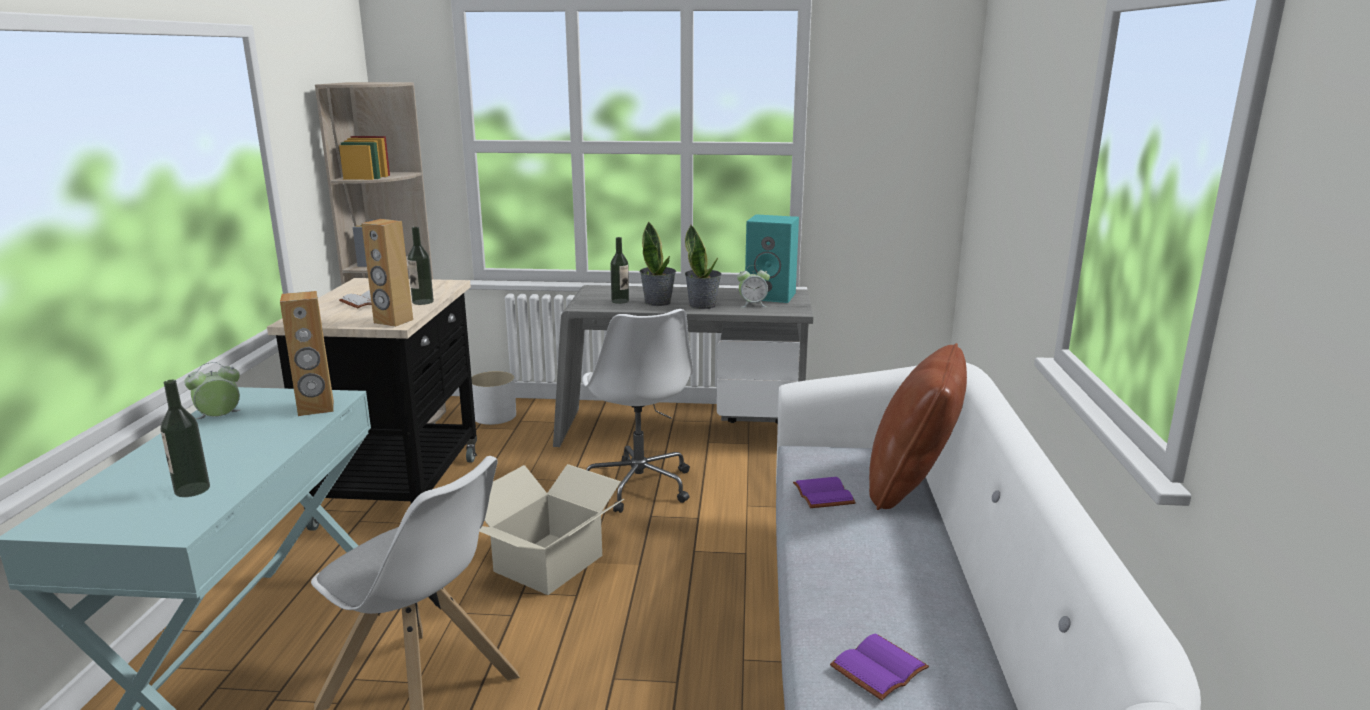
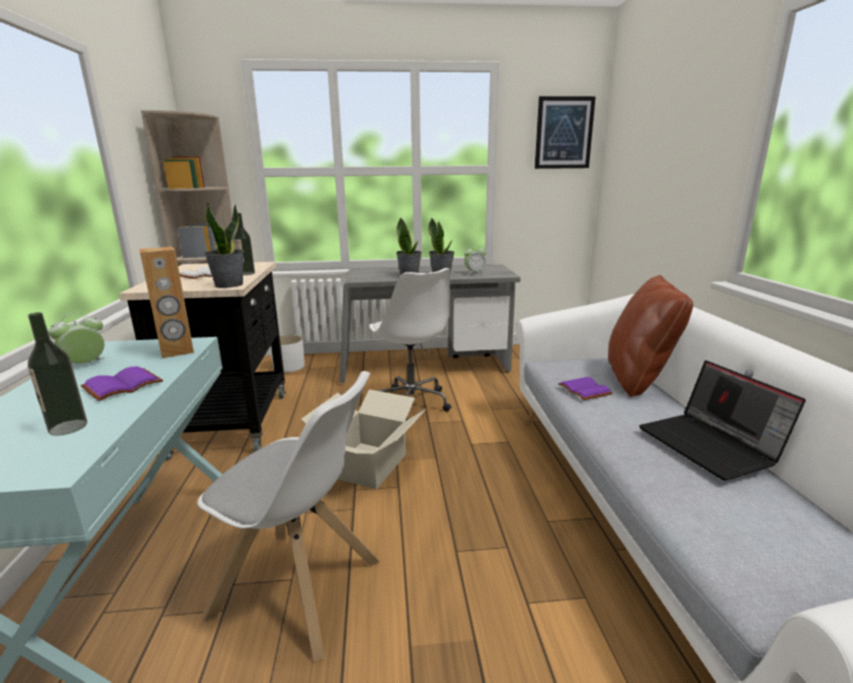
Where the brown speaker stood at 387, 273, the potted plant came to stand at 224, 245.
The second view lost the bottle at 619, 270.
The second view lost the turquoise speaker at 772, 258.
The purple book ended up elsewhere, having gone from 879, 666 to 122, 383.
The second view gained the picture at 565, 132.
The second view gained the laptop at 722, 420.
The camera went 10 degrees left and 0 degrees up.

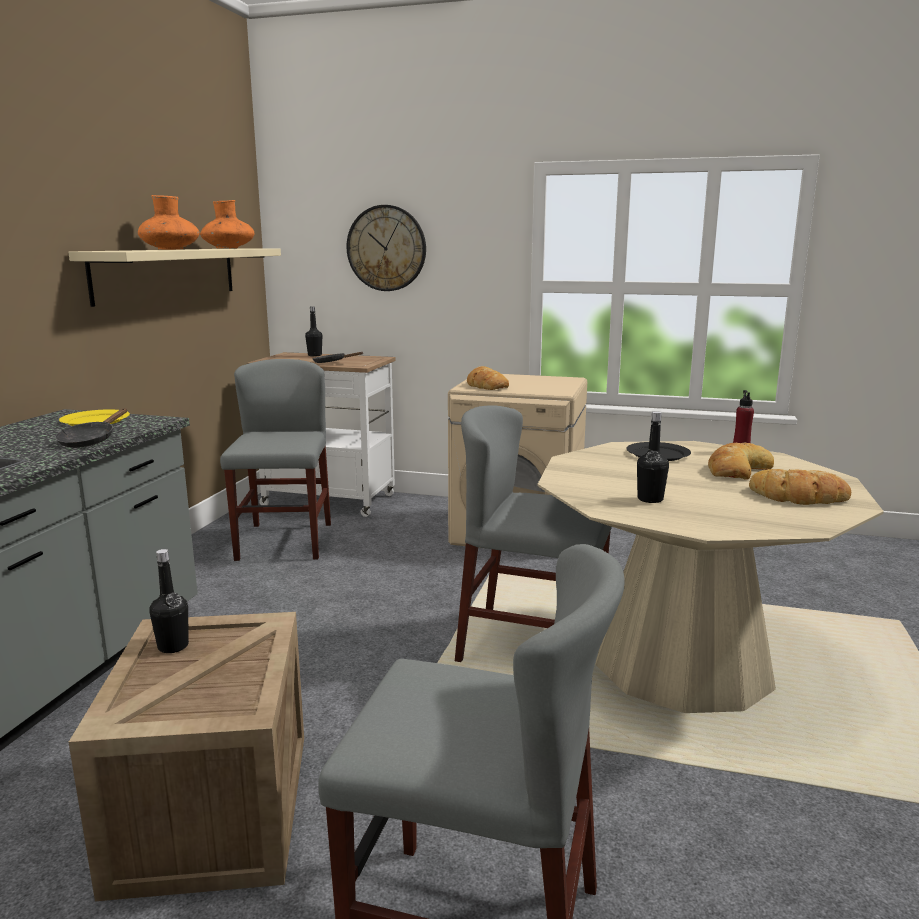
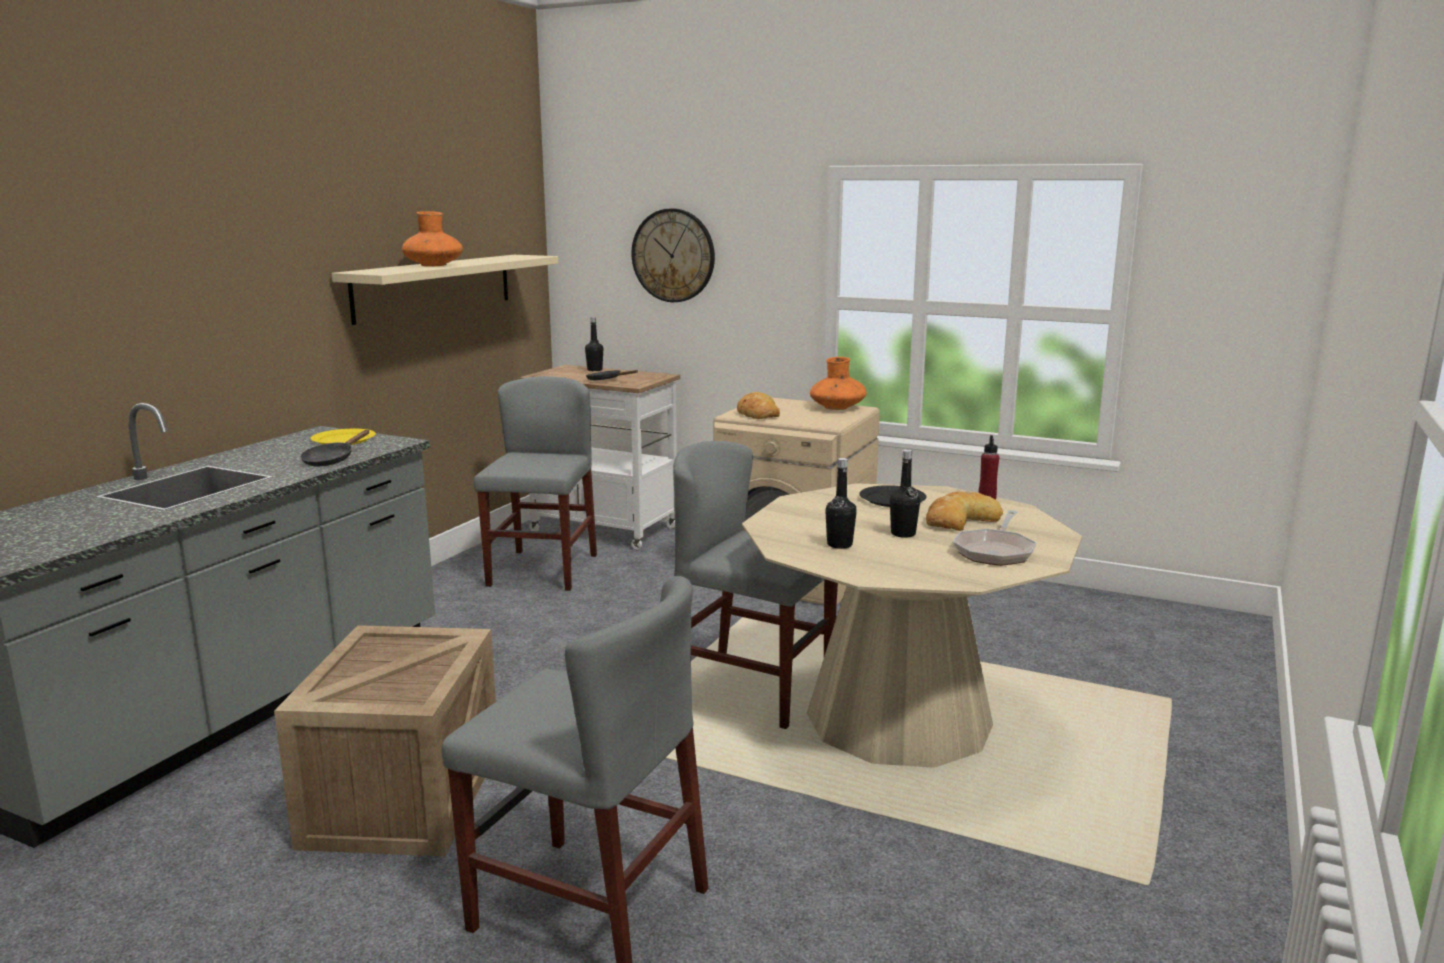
The black bottle ended up elsewhere, having gone from 169, 601 to 905, 494.
The orange vase ended up elsewhere, having gone from 227, 224 to 838, 383.
Where the bread stood at 800, 487, the frying pan came to stand at 994, 538.
The camera went 10 degrees right and 0 degrees up.

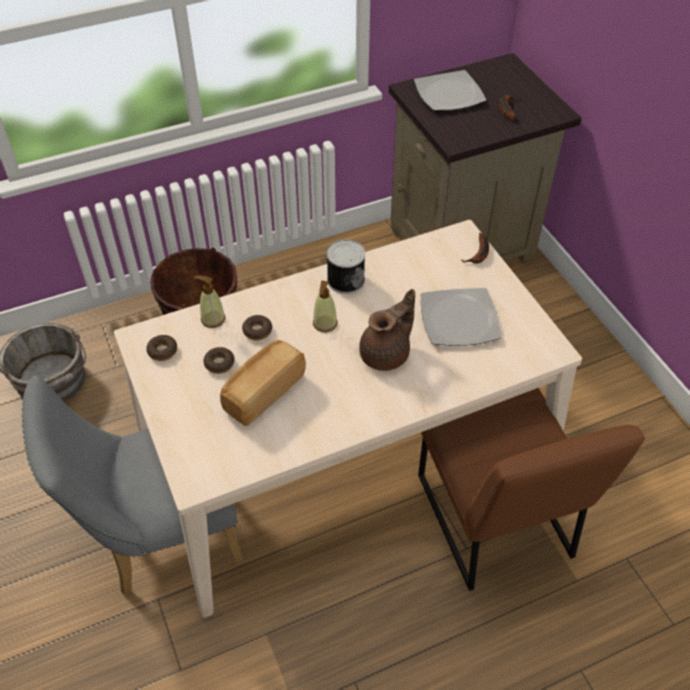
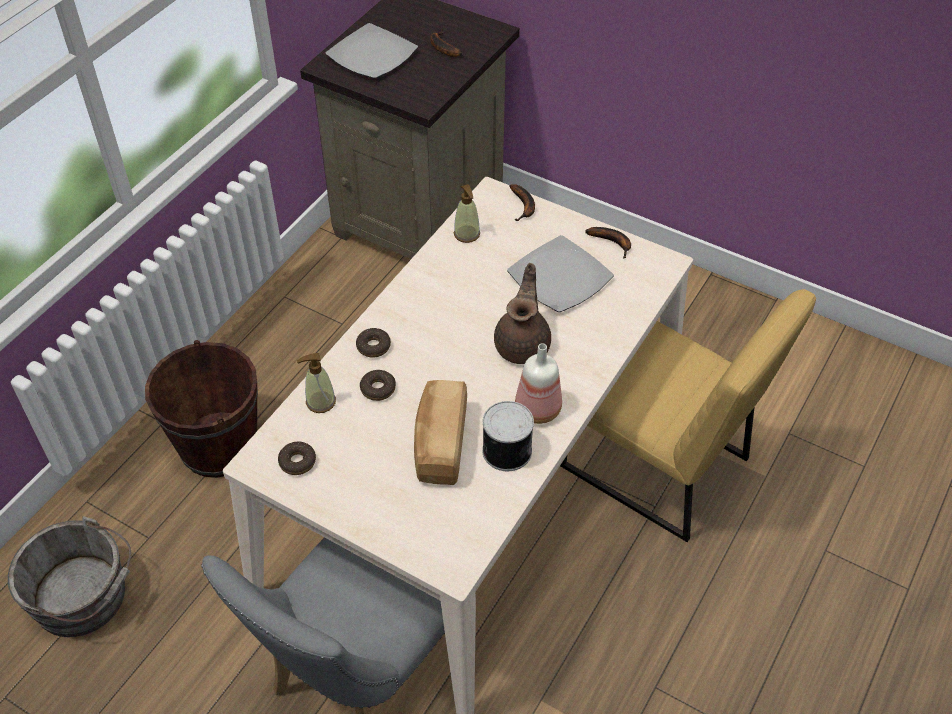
The donut ended up elsewhere, having gone from 219, 360 to 373, 343.
The soap dispenser ended up elsewhere, having gone from 325, 306 to 467, 213.
The can ended up elsewhere, having gone from 346, 267 to 508, 436.
What was the brown chair at 531, 489 turned into the yellow chair at 688, 415.
The second view gained the bottle at 538, 383.
The second view gained the banana at 608, 243.
The camera went 35 degrees left and 0 degrees up.

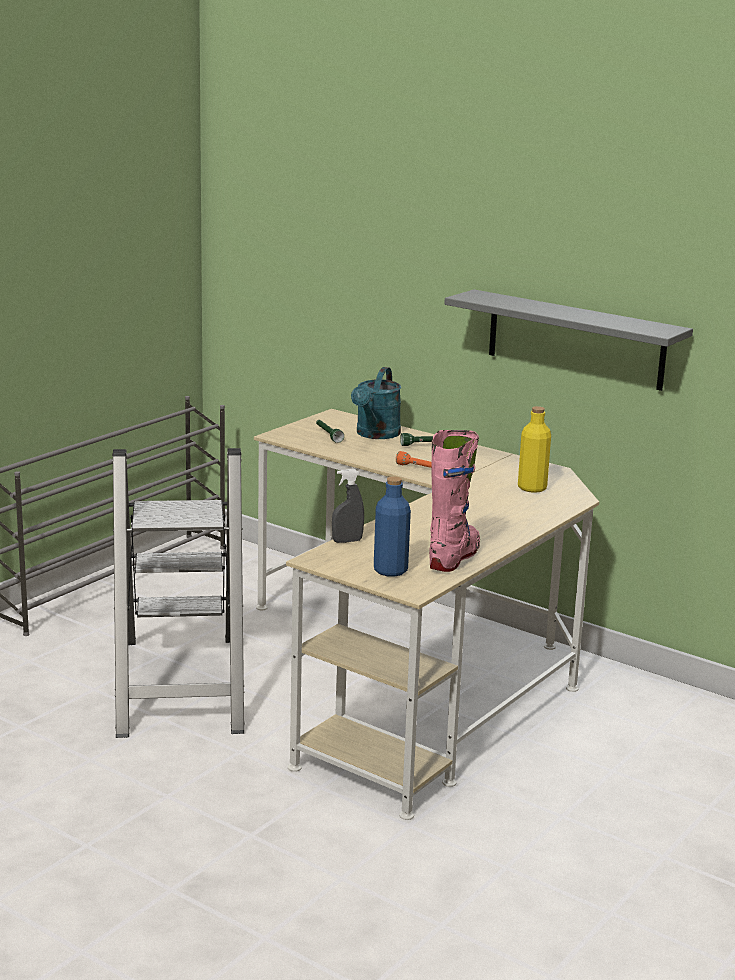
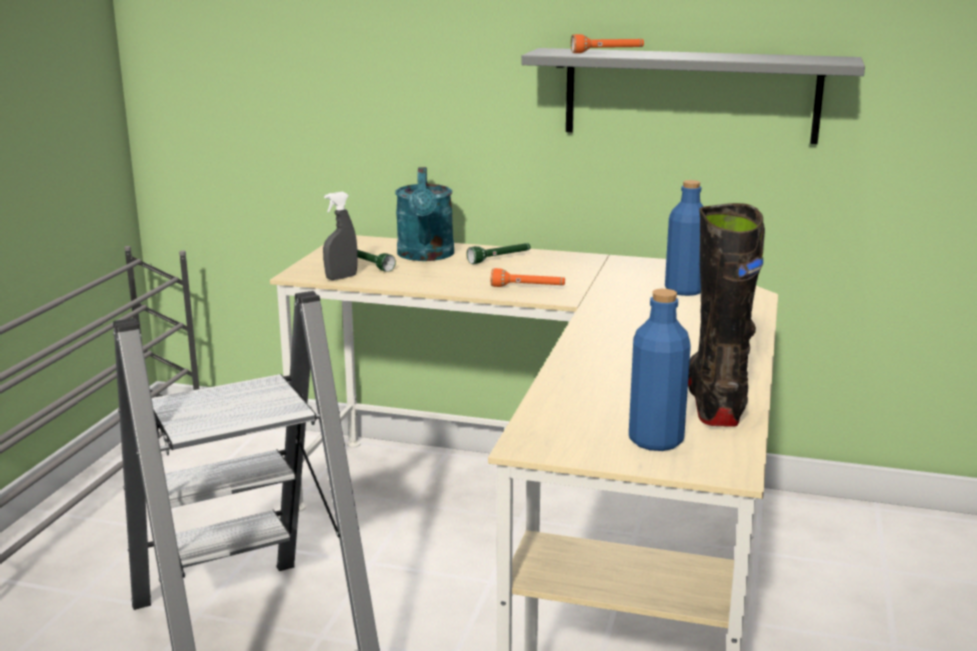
The grey spray bottle ended up elsewhere, having gone from 348, 506 to 340, 236.
What was the pink boot at 454, 501 turned into the black boot at 726, 315.
What was the yellow bottle at 534, 449 turned into the blue bottle at 684, 238.
The second view gained the orange flashlight at 607, 43.
The camera went 20 degrees left and 0 degrees up.

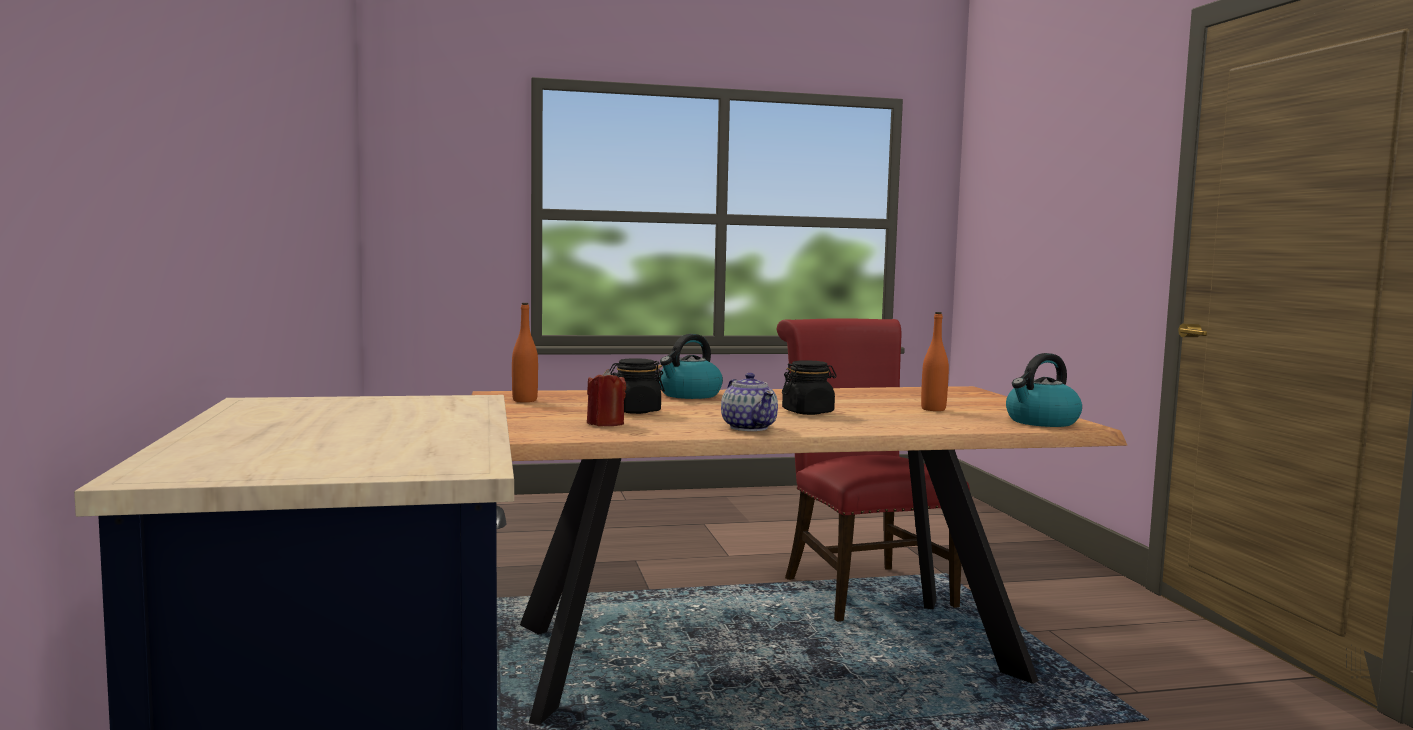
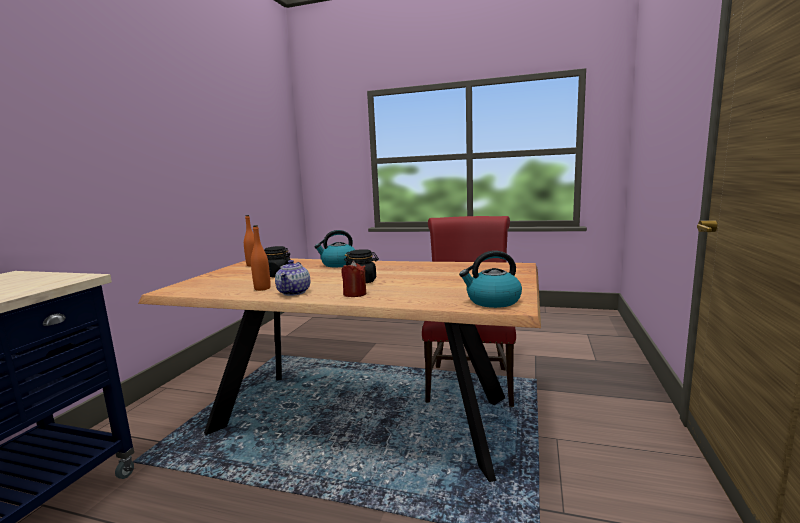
The red candle ended up elsewhere, having gone from 606, 397 to 353, 279.
The orange bottle ended up elsewhere, having gone from 935, 361 to 261, 258.
The camera went 30 degrees right and 5 degrees up.

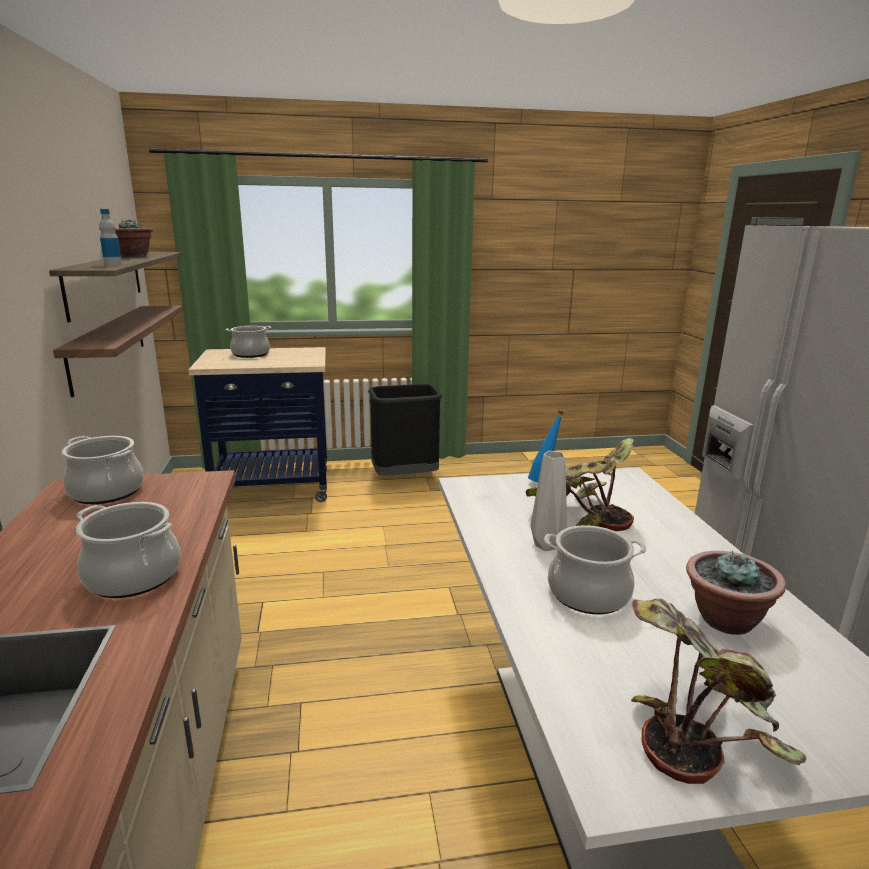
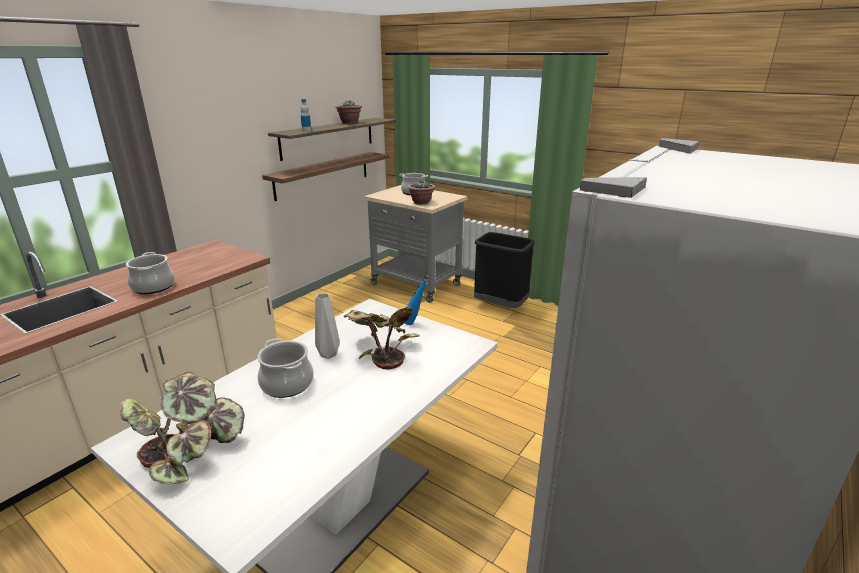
The second view lost the cooking pot at 103, 470.
What was the blue cart at 257, 424 turned into the grey cart at 415, 244.
The potted plant ended up elsewhere, having gone from 736, 593 to 421, 192.
The camera went 45 degrees right and 5 degrees up.

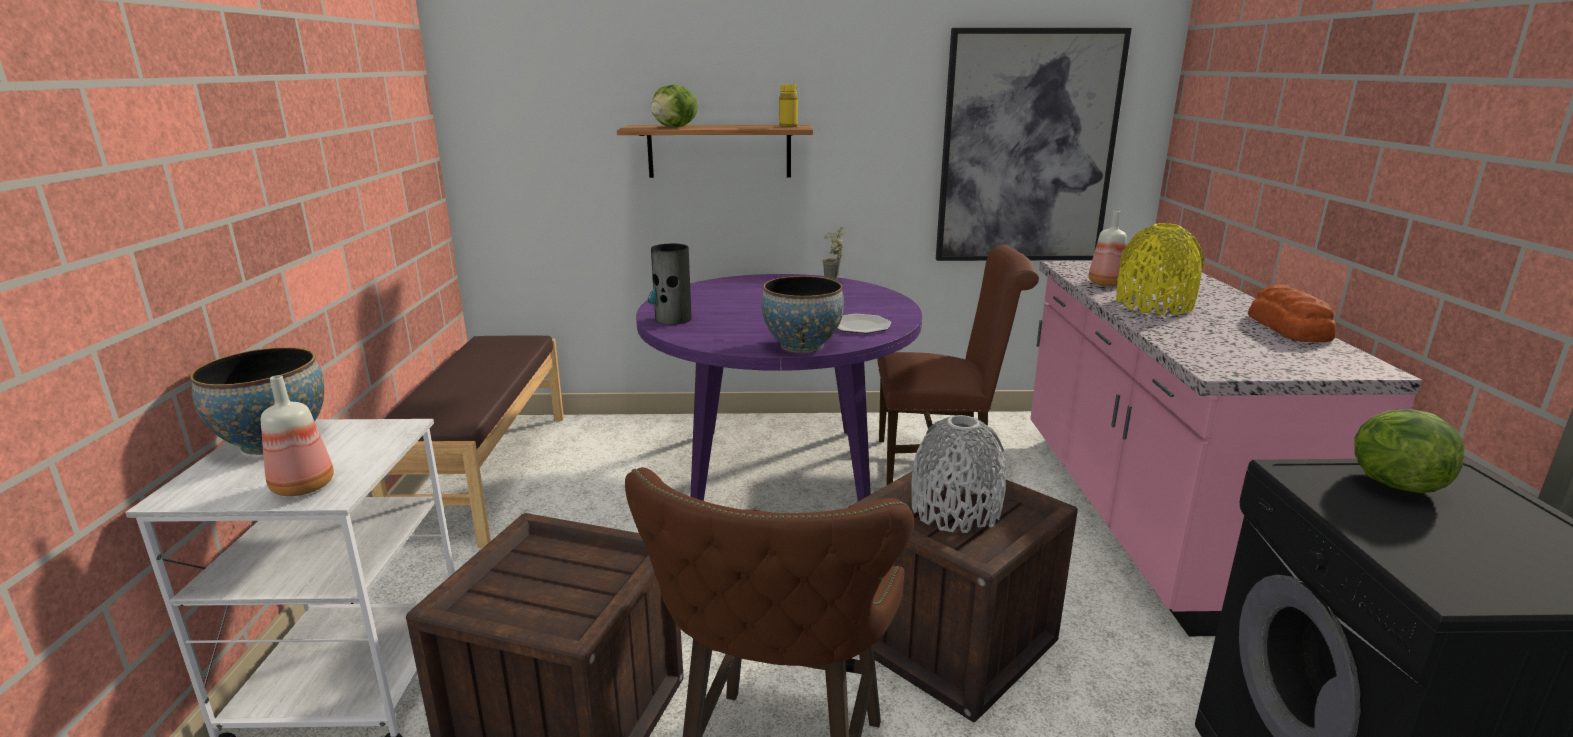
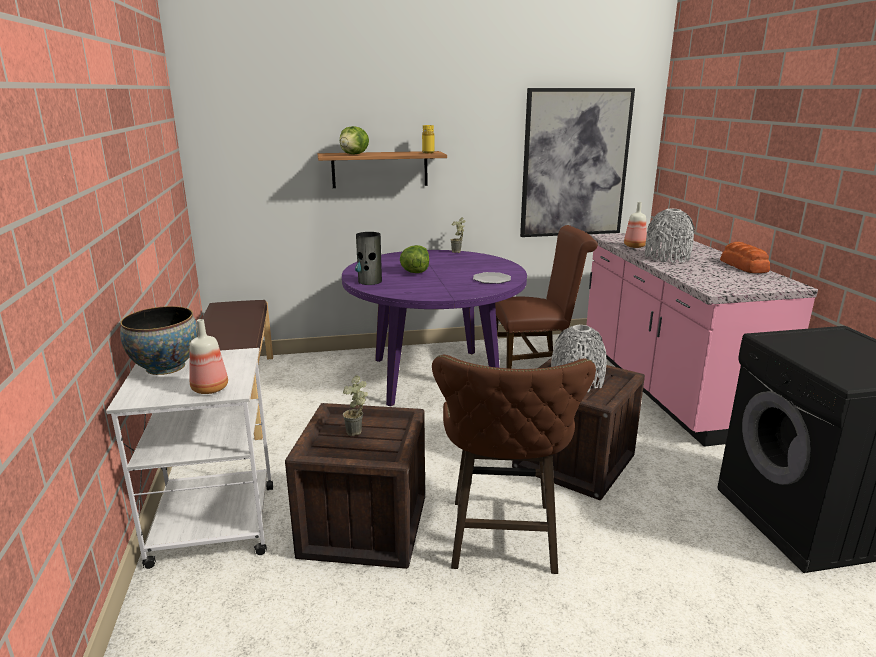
The second view lost the bowl at 803, 314.
What was the yellow vase at 1160, 269 turned into the grey vase at 670, 235.
The lettuce ended up elsewhere, having gone from 1409, 451 to 414, 259.
The second view gained the potted plant at 355, 405.
The camera went 10 degrees left and 0 degrees up.

